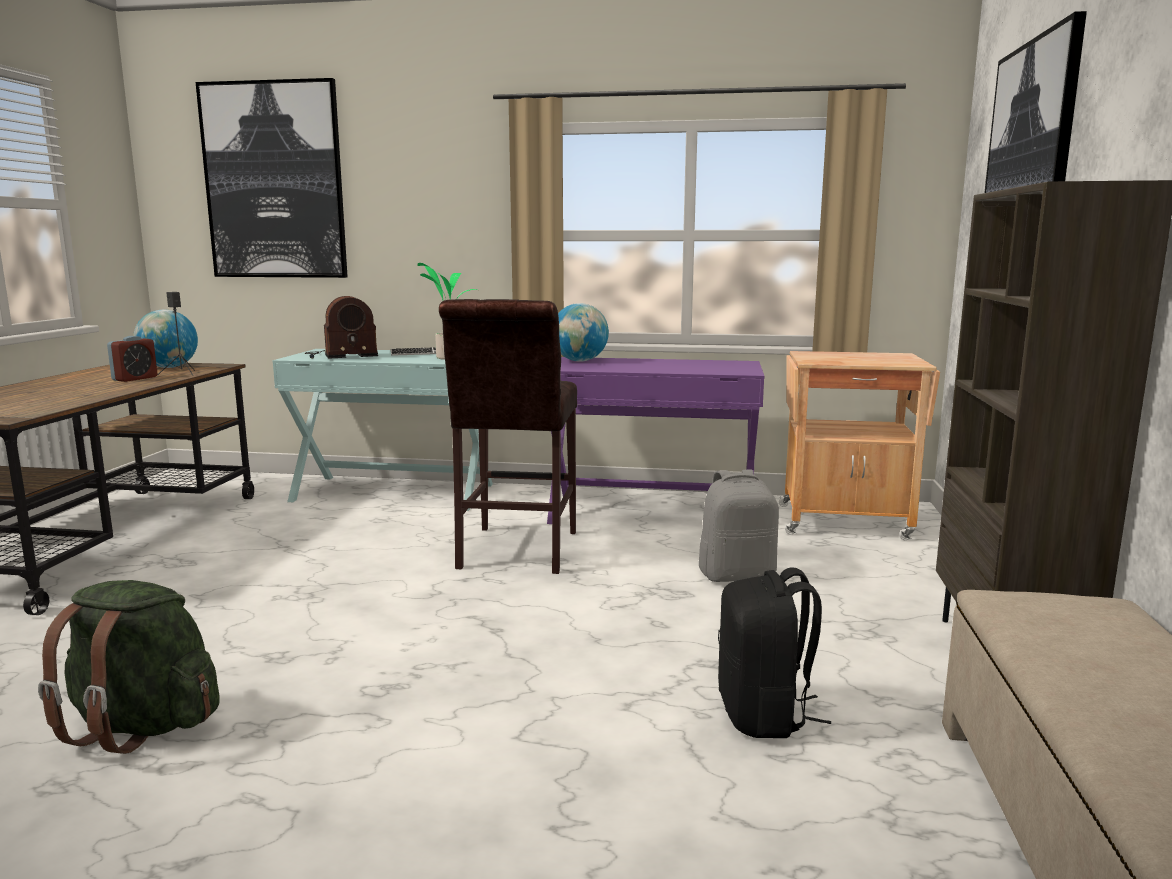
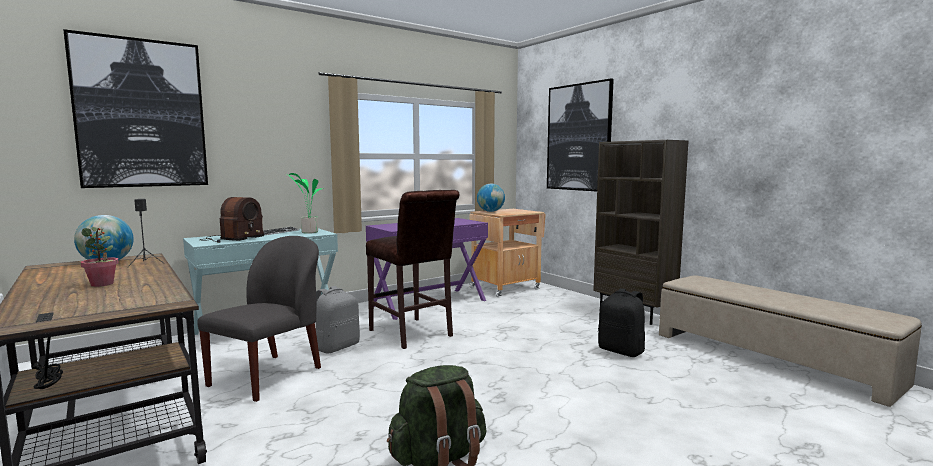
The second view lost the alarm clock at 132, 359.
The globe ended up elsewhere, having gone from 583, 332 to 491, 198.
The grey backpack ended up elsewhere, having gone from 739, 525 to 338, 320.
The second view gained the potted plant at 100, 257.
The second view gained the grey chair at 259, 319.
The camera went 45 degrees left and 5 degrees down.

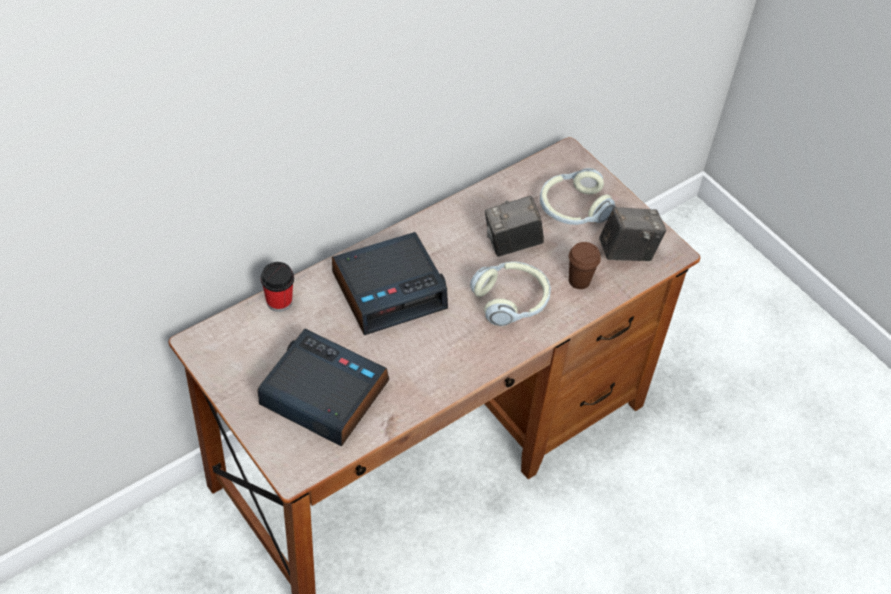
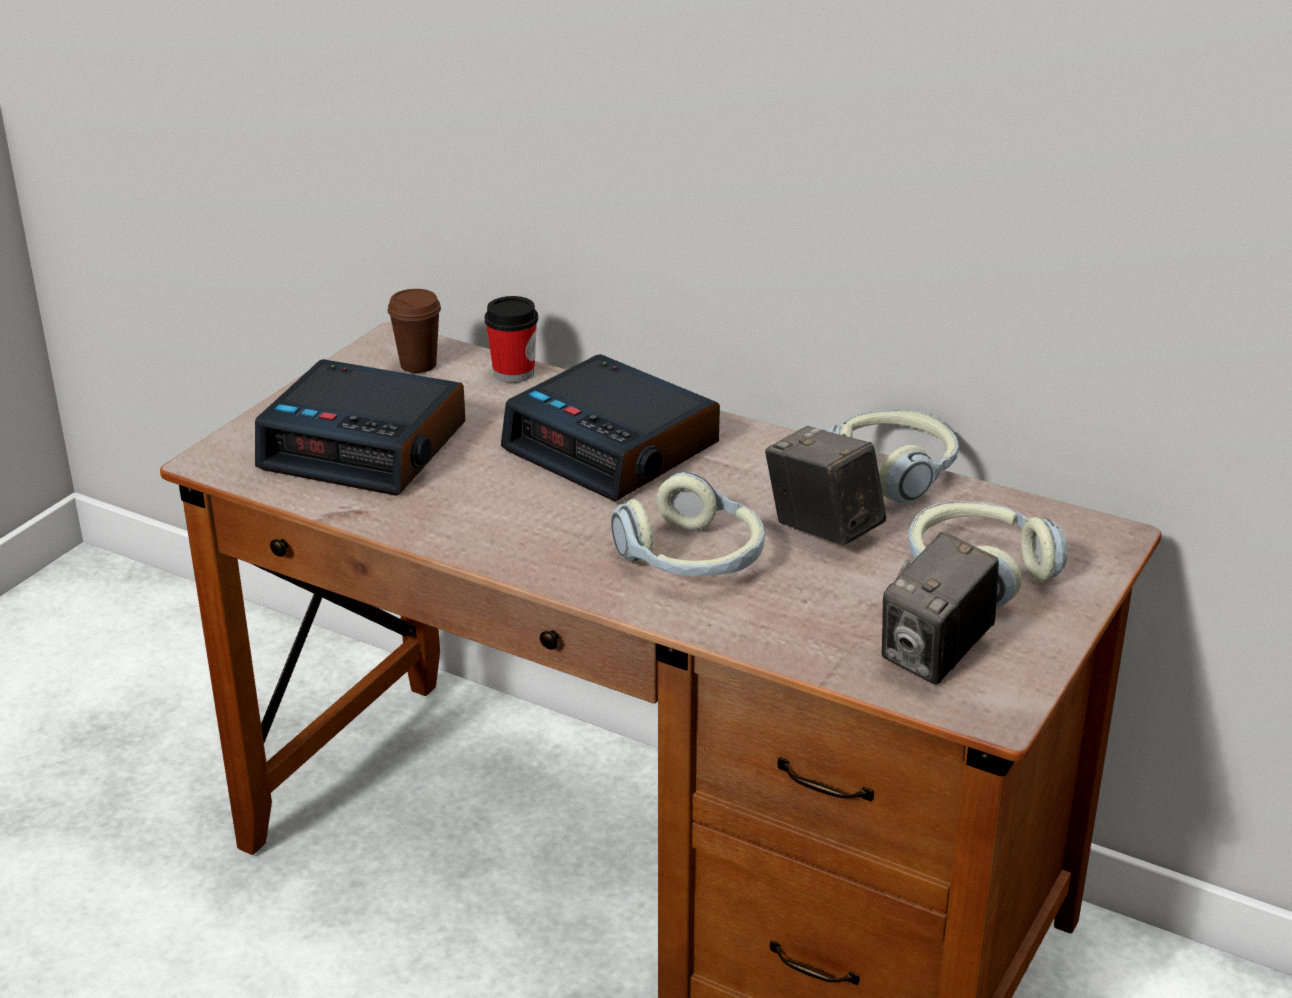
The alarm clock at 323, 388 ended up facing another way, 105 degrees clockwise from before.
The brown cup ended up elsewhere, having gone from 585, 265 to 414, 331.
The photo camera at 632, 234 ended up facing another way, 75 degrees clockwise from before.
The second view gained the headphones at 893, 456.
The camera went 70 degrees right and 20 degrees down.

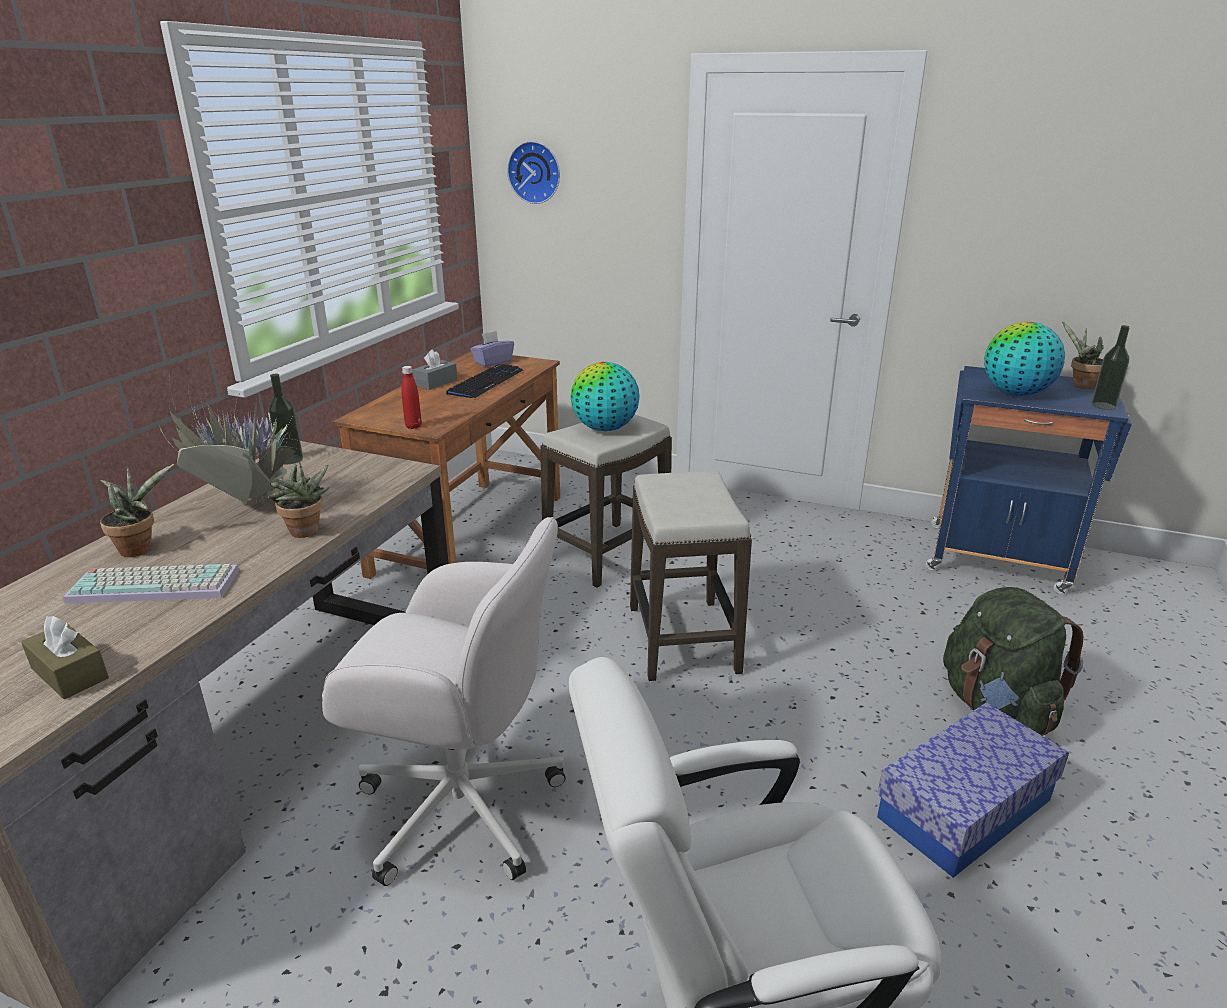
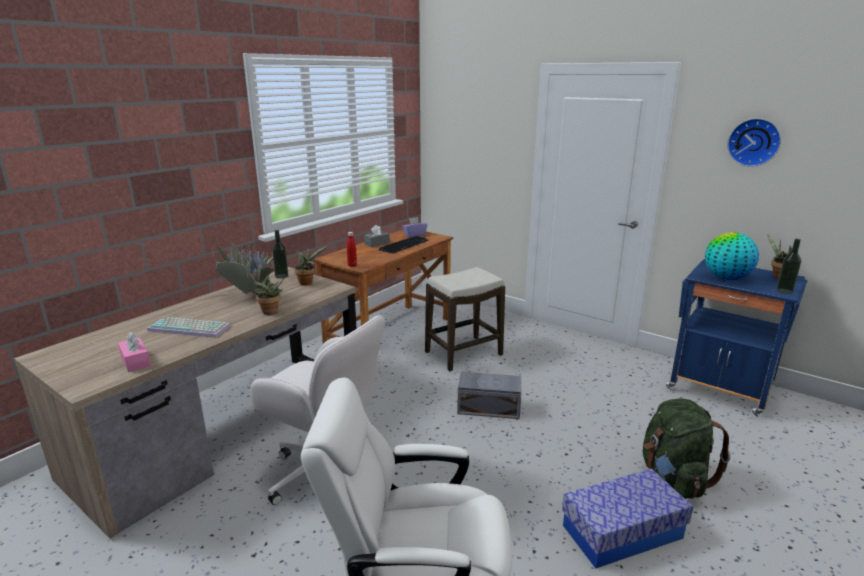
What was the brown tissue box at 65, 657 turned into the pink tissue box at 134, 352.
The potted plant ended up elsewhere, having gone from 137, 510 to 310, 265.
The wall clock ended up elsewhere, having gone from 533, 172 to 754, 142.
The second view lost the globe at 605, 396.
Where the stool stood at 691, 576, the grey storage box came to stand at 489, 395.
The camera went 15 degrees right and 5 degrees down.

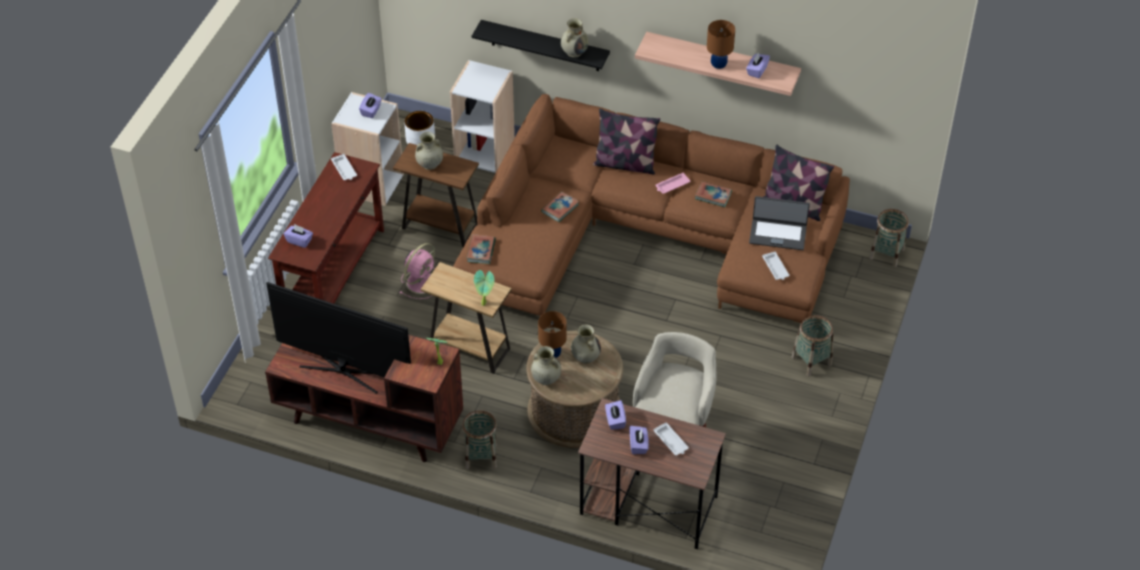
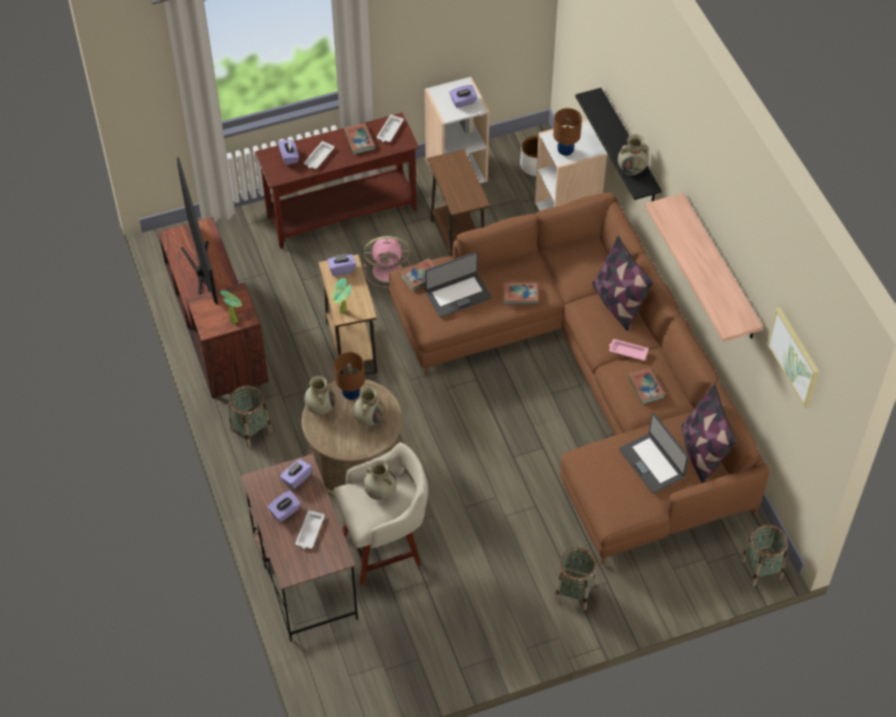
The beige vase ended up elsewhere, having gone from 429, 151 to 380, 480.
The brown table lamp ended up elsewhere, having gone from 721, 44 to 567, 132.
The purple tissue box ended up elsewhere, having gone from 758, 65 to 341, 265.
The white tray ended up elsewhere, having gone from 775, 266 to 319, 155.
The second view gained the book at 360, 138.
The second view gained the laptop at 458, 284.
The second view gained the picture at 793, 357.
The camera went 50 degrees right and 5 degrees up.

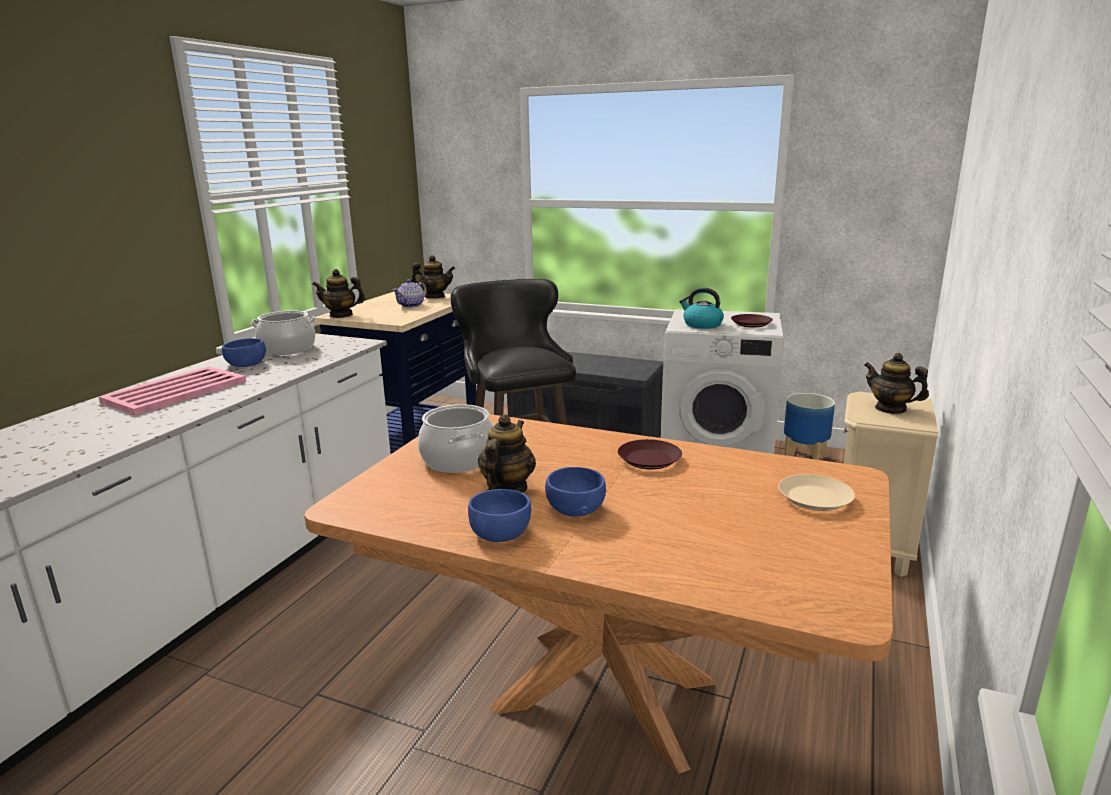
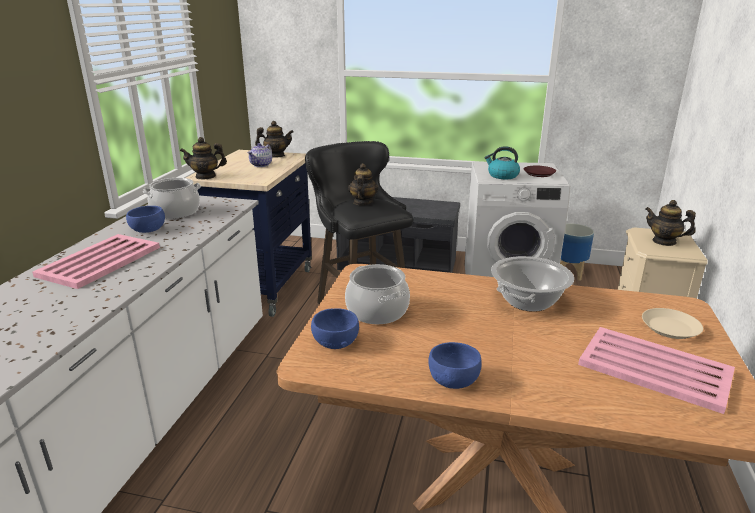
The teapot ended up elsewhere, having gone from 507, 453 to 363, 184.
The blue bowl ended up elsewhere, having gone from 575, 492 to 335, 328.
Where the brown plate stood at 650, 454, the cooking pot came to stand at 532, 284.
The second view gained the pink tray at 656, 370.
The camera went 10 degrees left and 5 degrees up.

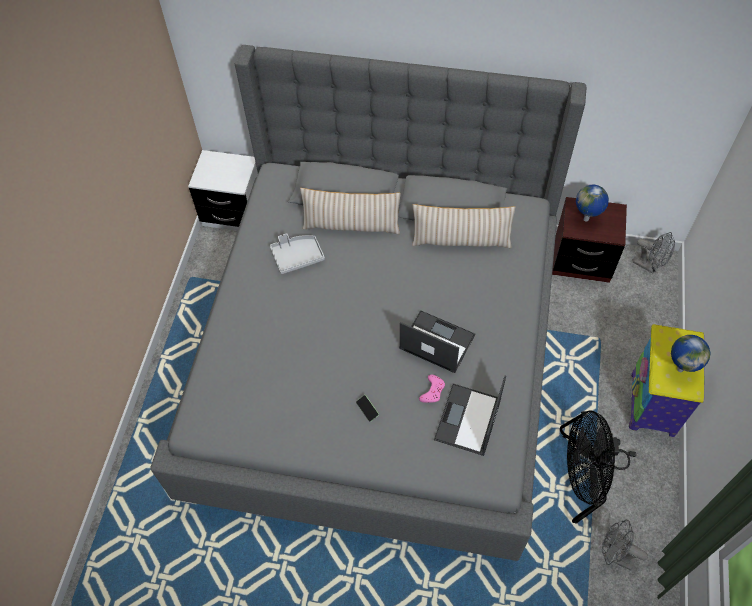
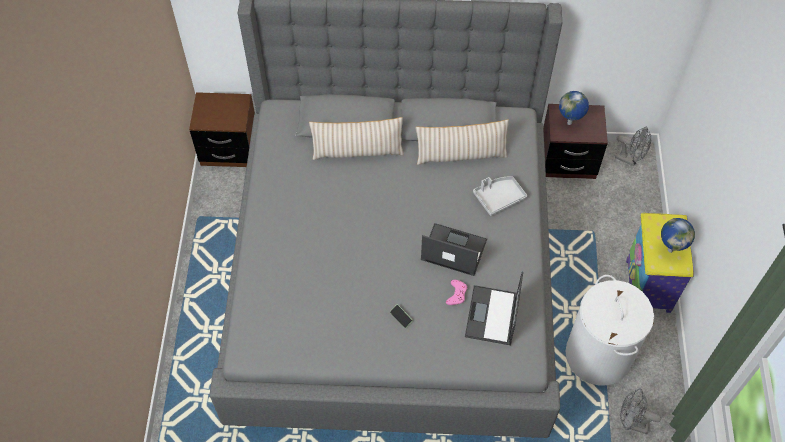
What was the white nightstand at 223, 190 turned into the brown nightstand at 222, 129.
The grey tray ended up elsewhere, having gone from 297, 253 to 500, 196.
Where the black fan stood at 599, 467, the white laundry basket came to stand at 609, 330.
The camera went 10 degrees left and 0 degrees up.

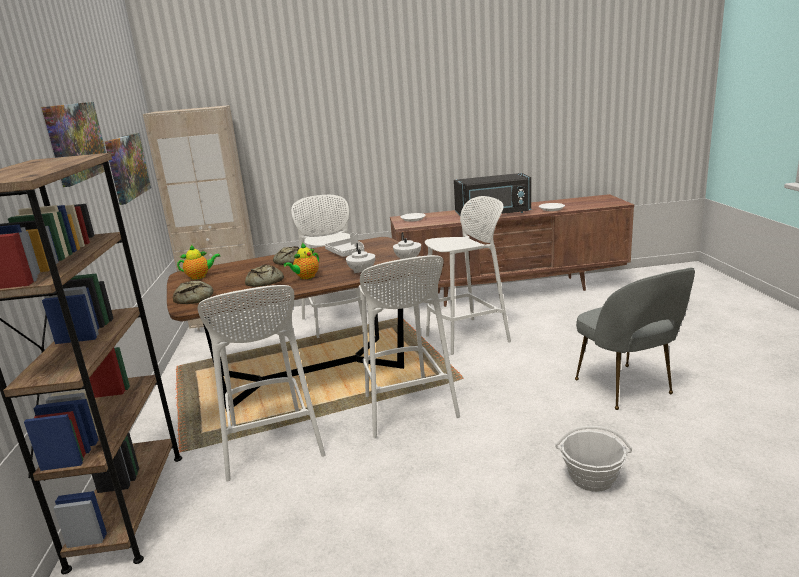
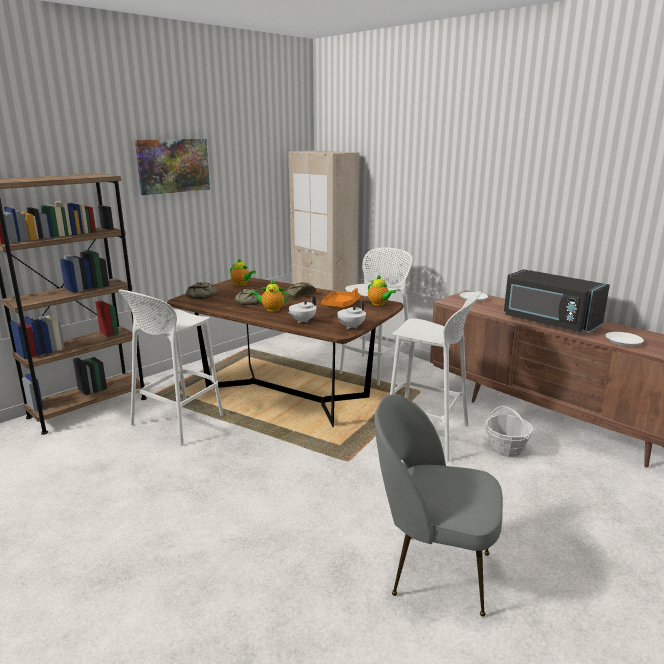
The second view lost the picture at 128, 169.
What was the grey tray at 344, 245 turned into the orange tray at 340, 297.
The second view lost the white stool at 409, 346.
The basket ended up elsewhere, having gone from 593, 459 to 509, 431.
The grey chair at 635, 339 ended up facing another way, 75 degrees clockwise from before.
The second view gained the teapot at 382, 290.
The camera went 50 degrees right and 0 degrees up.

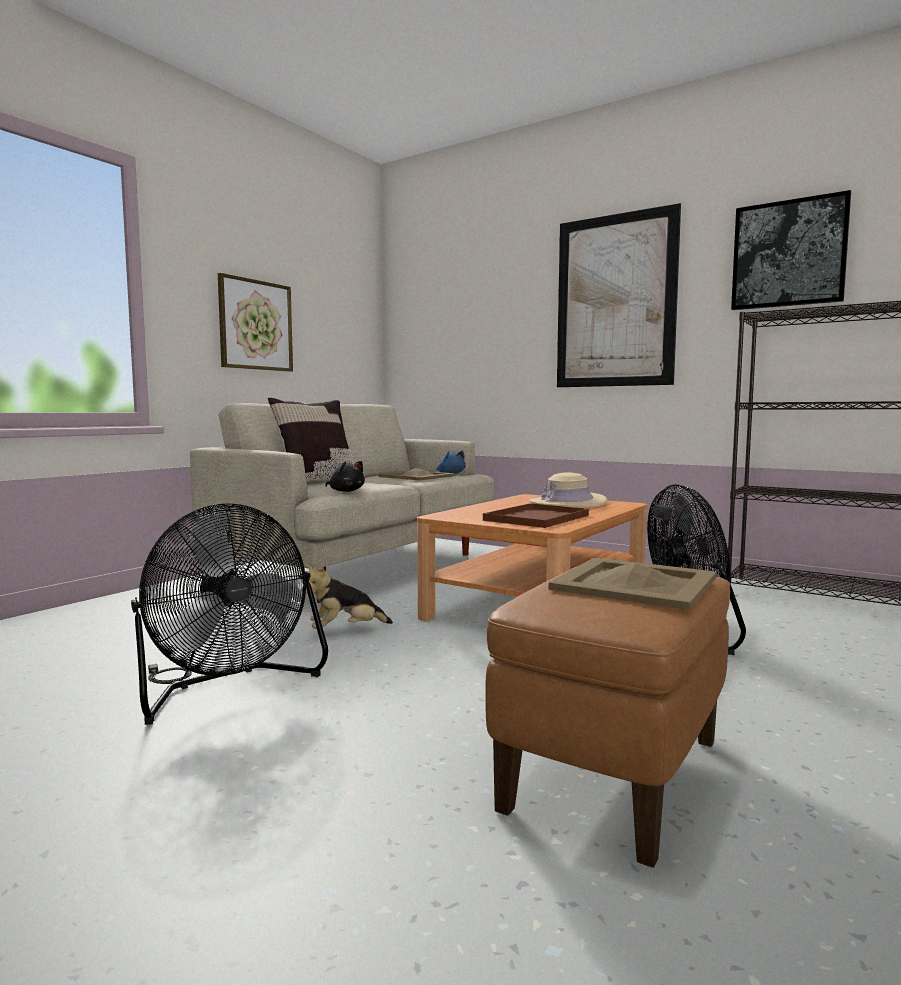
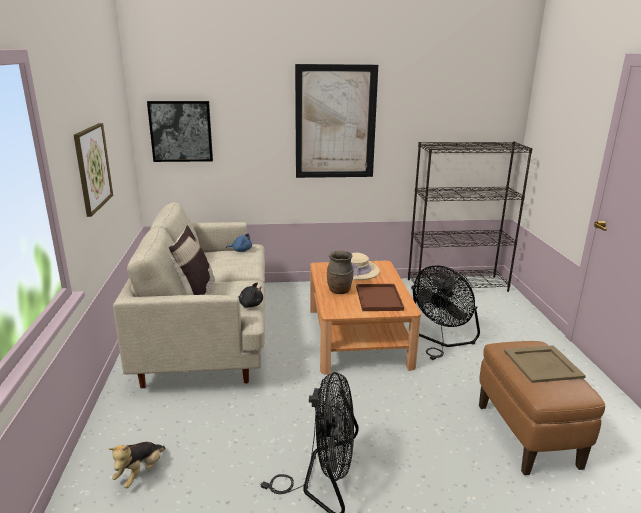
The plush toy ended up elsewhere, having gone from 347, 597 to 137, 465.
The second view lost the beige tray at 417, 474.
The picture ended up elsewhere, having gone from 791, 250 to 180, 131.
The second view gained the brown vase at 340, 272.
The camera went 40 degrees left and 15 degrees up.

